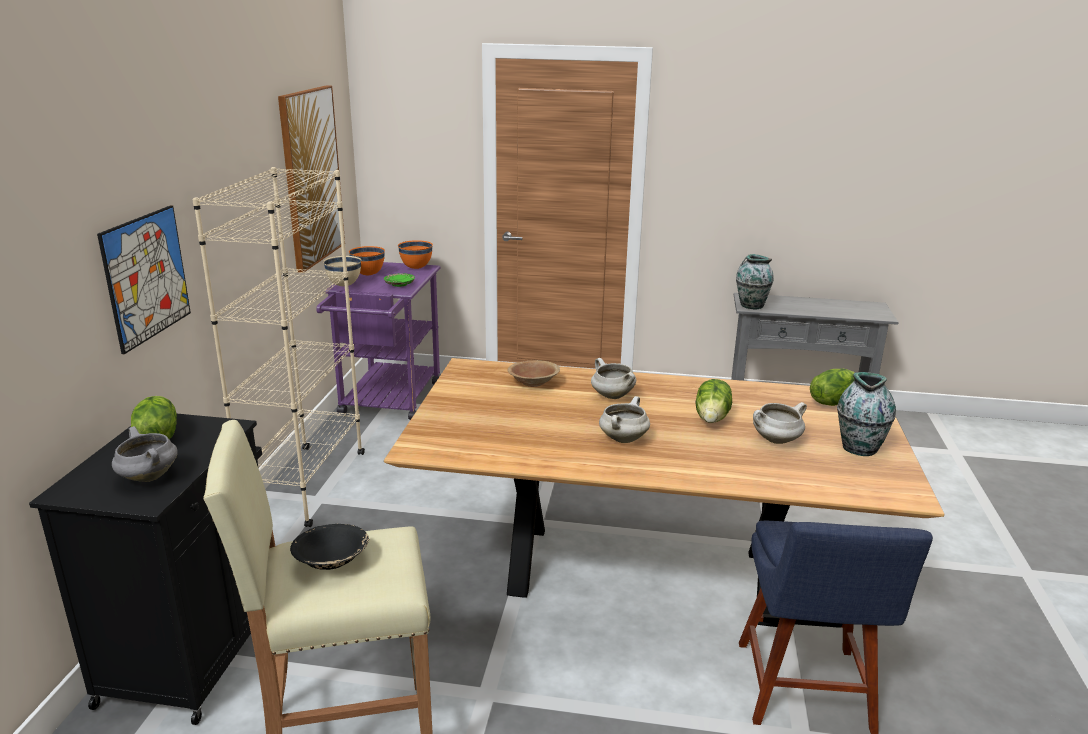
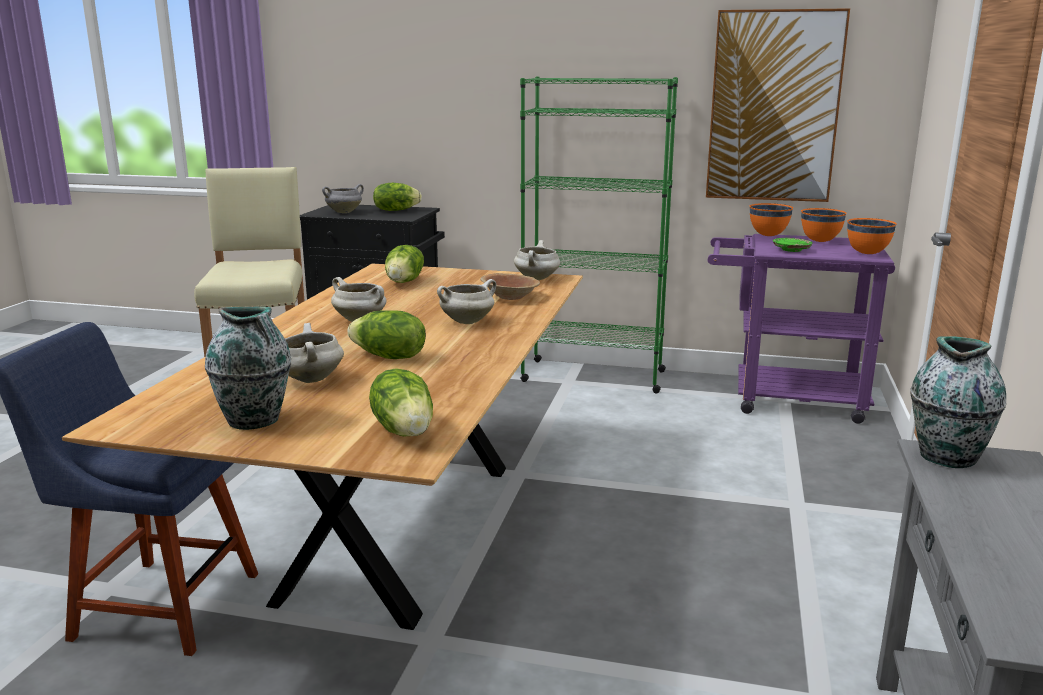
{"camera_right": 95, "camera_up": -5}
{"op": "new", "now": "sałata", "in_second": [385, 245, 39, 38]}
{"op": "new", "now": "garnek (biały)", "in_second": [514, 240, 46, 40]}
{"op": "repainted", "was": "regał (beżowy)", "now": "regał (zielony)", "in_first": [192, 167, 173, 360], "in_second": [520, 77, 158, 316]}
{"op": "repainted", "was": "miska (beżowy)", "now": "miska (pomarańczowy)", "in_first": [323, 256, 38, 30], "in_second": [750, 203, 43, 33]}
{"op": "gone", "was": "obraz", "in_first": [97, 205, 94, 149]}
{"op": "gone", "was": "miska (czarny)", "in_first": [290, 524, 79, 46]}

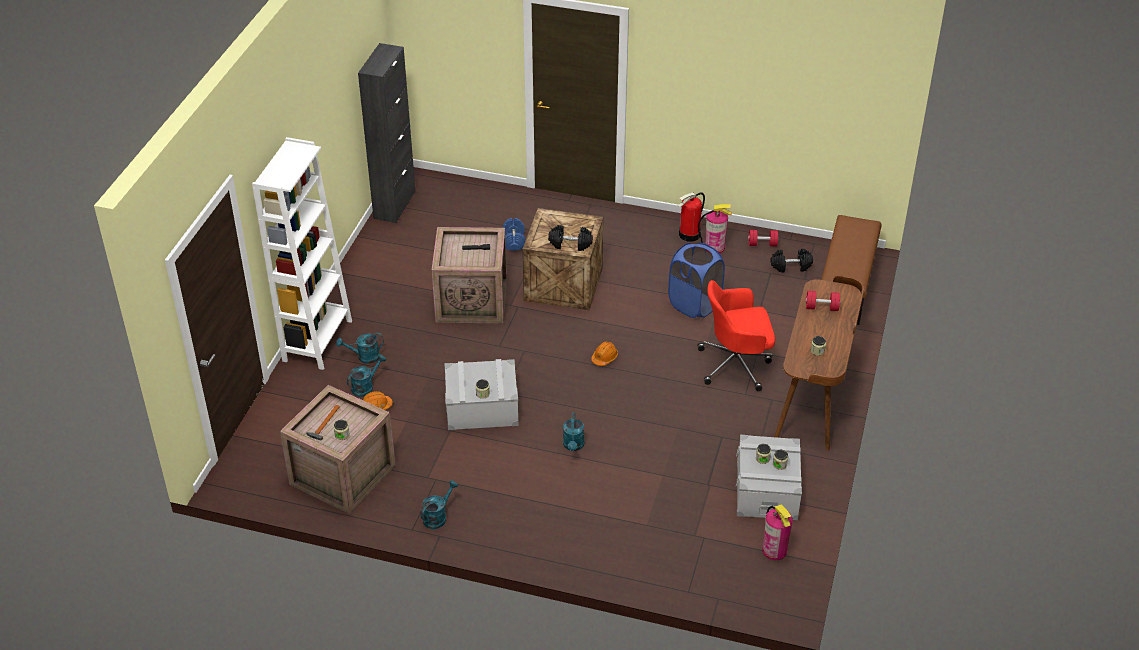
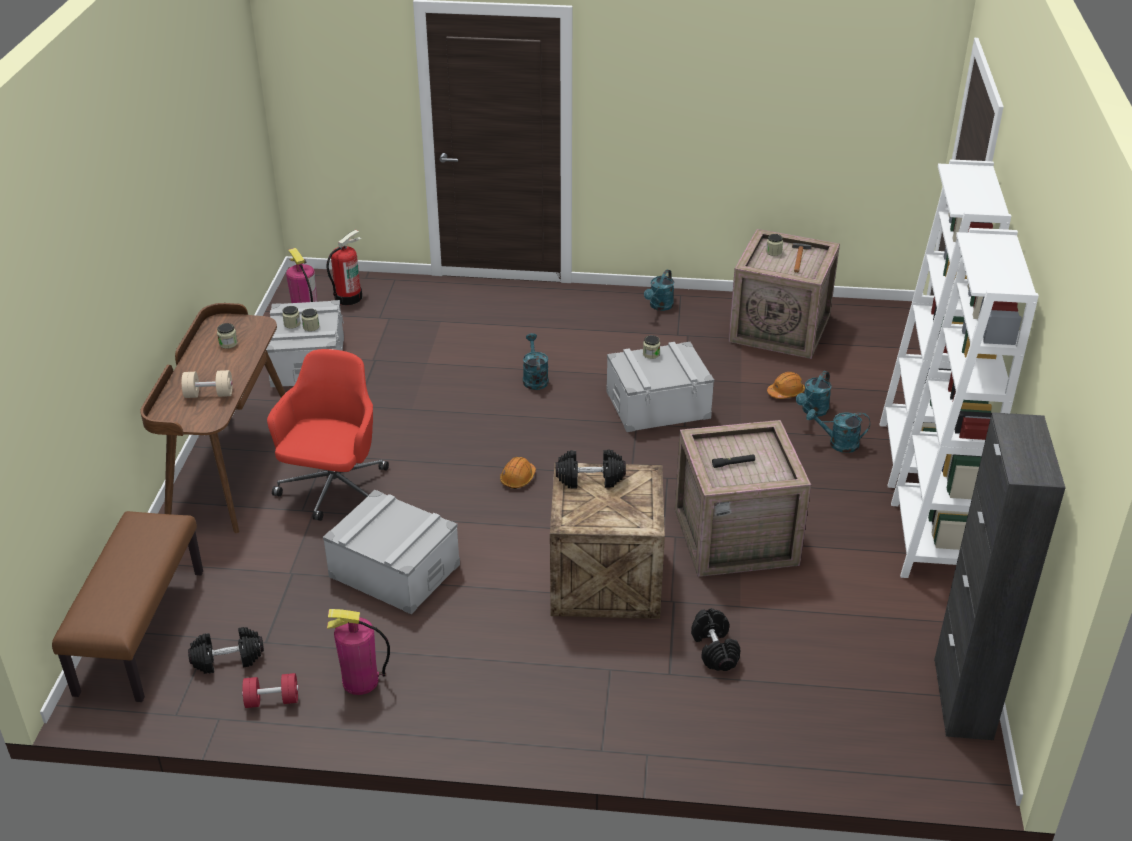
{"camera_right": 170, "camera_up": -5}
{"op": "repainted", "was": "hantel (czerwony)", "now": "hantel (beżowy)", "in_first": [805, 291, 36, 20], "in_second": [182, 370, 50, 28]}
{"op": "rotated", "was": "krzesło biurowe (czerwony)", "in_first": [697, 280, 78, 111], "in_second": [267, 349, 122, 172], "clockwise": -60}
{"op": "swapped", "was": "kosz na pranie (niebieski)", "now": "pojemnik do przechowywania (szary)", "in_first": [668, 243, 57, 75], "in_second": [323, 490, 137, 124]}
{"op": "shifted", "was": "gaśnica", "in_first": [678, 192, 27, 50], "in_second": [327, 230, 35, 75]}
{"op": "repainted", "was": "hantel (niebieski)", "now": "hantel (czarny)", "in_first": [503, 218, 22, 33], "in_second": [691, 608, 49, 63]}
{"op": "rotated", "was": "konewka (turkusowy)", "in_first": [336, 333, 48, 31], "in_second": [806, 409, 64, 44], "clockwise": -150}
{"op": "new", "now": "regał (biały)", "in_second": [891, 228, 148, 350]}

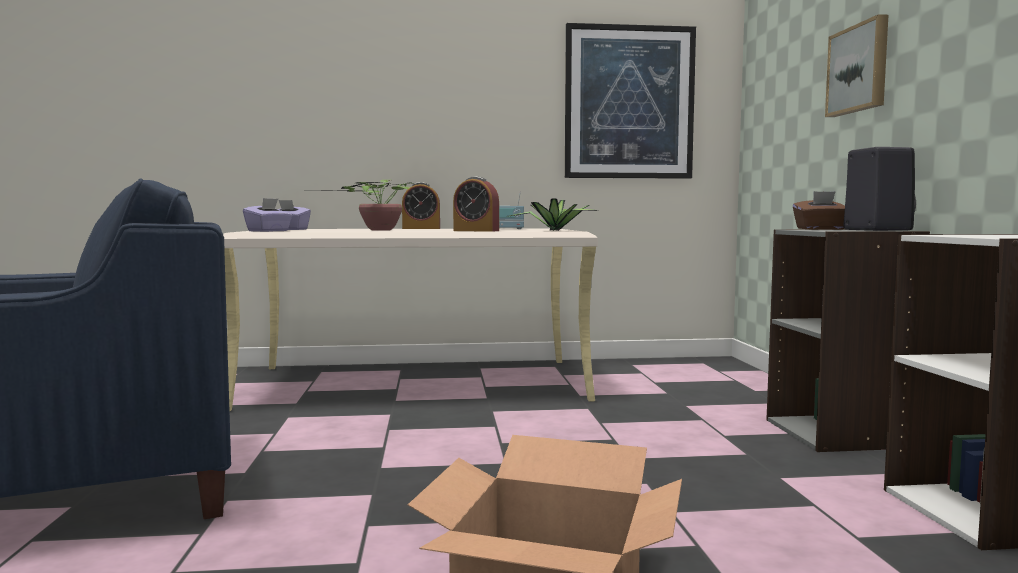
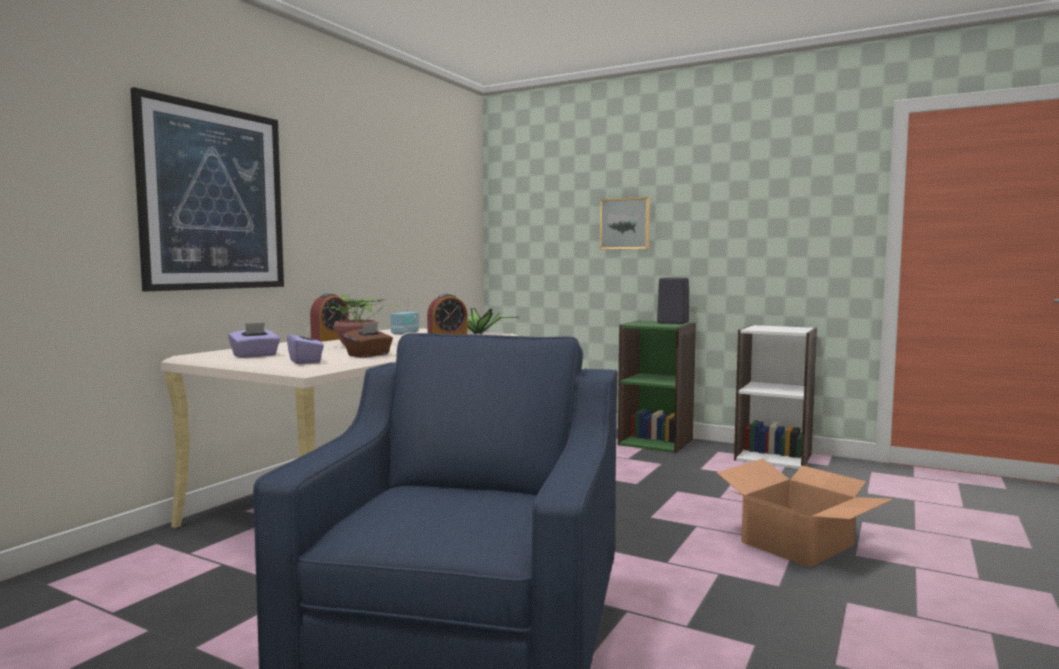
{"camera_right": -55, "camera_up": 0}
{"op": "shifted", "was": "obraz", "in_first": [565, 23, 131, 156], "in_second": [130, 87, 154, 204]}
{"op": "shifted", "was": "pudełko chusteczek (brązowy)", "in_first": [793, 191, 52, 39], "in_second": [343, 322, 50, 36]}
{"op": "repainted", "was": "regał (szary)", "now": "regał (zielony)", "in_first": [766, 229, 164, 223], "in_second": [618, 320, 78, 133]}

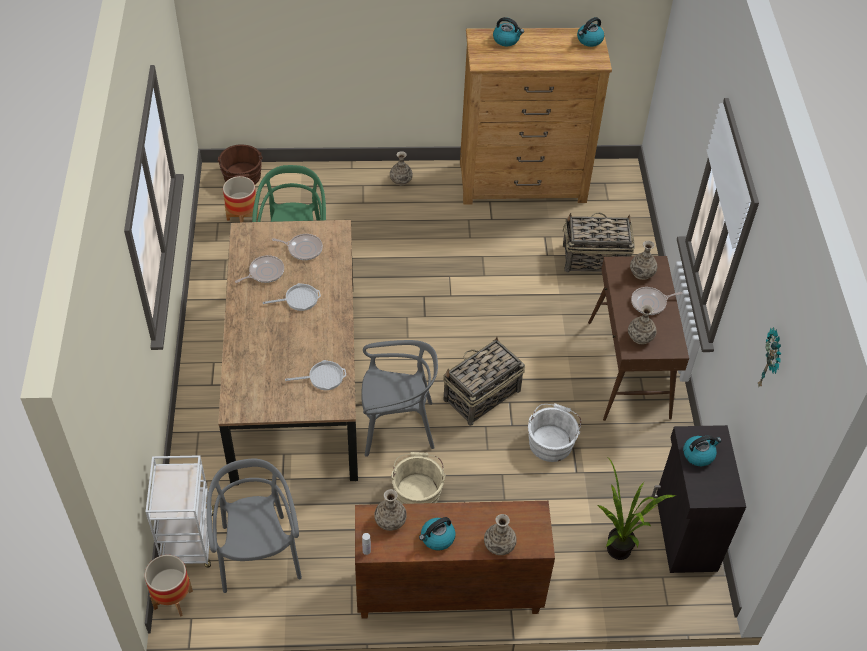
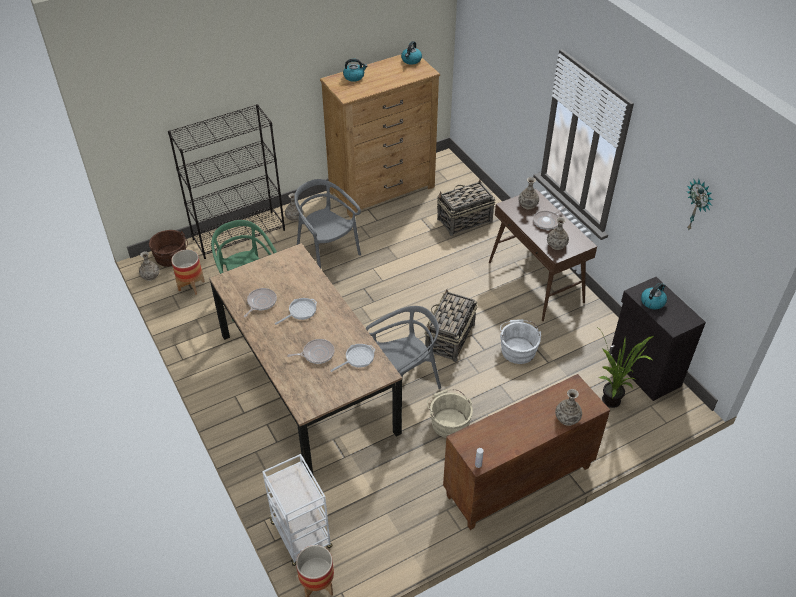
{"camera_right": -25, "camera_up": -5}
{"op": "shifted", "was": "wazon", "in_first": [374, 489, 33, 42], "in_second": [139, 251, 21, 30]}
{"op": "new", "now": "regał (czarny)", "in_second": [168, 104, 117, 155]}
{"op": "shifted", "was": "patelnia", "in_first": [272, 234, 51, 26], "in_second": [287, 339, 48, 25]}
{"op": "shifted", "was": "krzesło (szary)", "in_first": [207, 459, 95, 134], "in_second": [294, 179, 67, 89]}
{"op": "gone", "was": "czajnik", "in_first": [419, 517, 37, 34]}

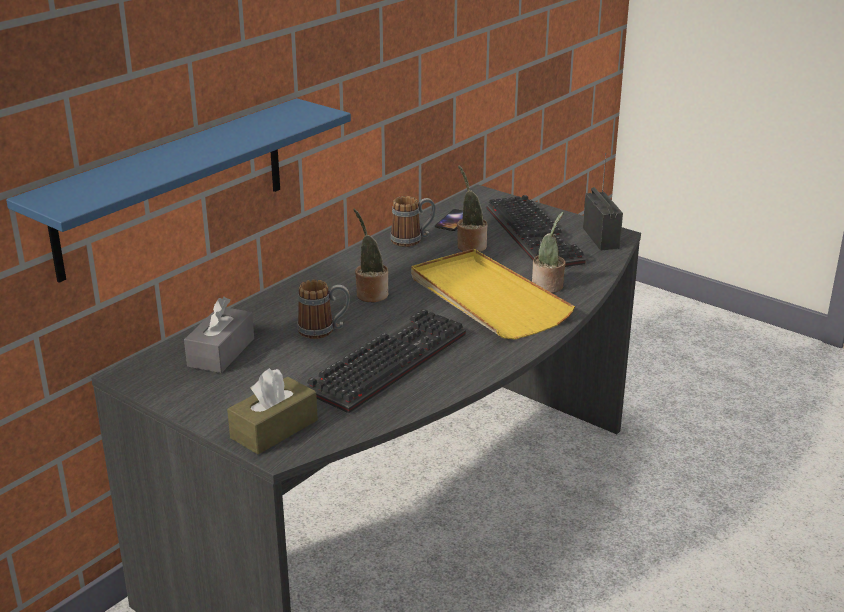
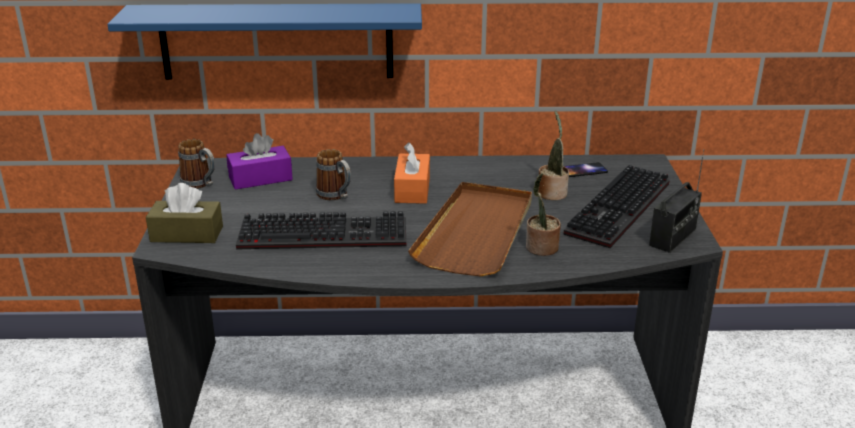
{"camera_right": 50, "camera_up": 0}
{"op": "shifted", "was": "kubek", "in_first": [390, 196, 46, 51], "in_second": [178, 139, 37, 50]}
{"op": "repainted", "was": "pudełko chusteczek (szary)", "now": "pudełko chusteczek (fioletowy)", "in_first": [184, 297, 70, 76], "in_second": [226, 133, 67, 57]}
{"op": "swapped", "was": "roślina doniczkowa", "now": "pudełko chusteczek (pomarańczowy)", "in_first": [353, 209, 36, 93], "in_second": [394, 142, 36, 62]}
{"op": "repainted", "was": "taca (żółty)", "now": "taca (brązowy)", "in_first": [411, 249, 164, 91], "in_second": [408, 182, 124, 95]}

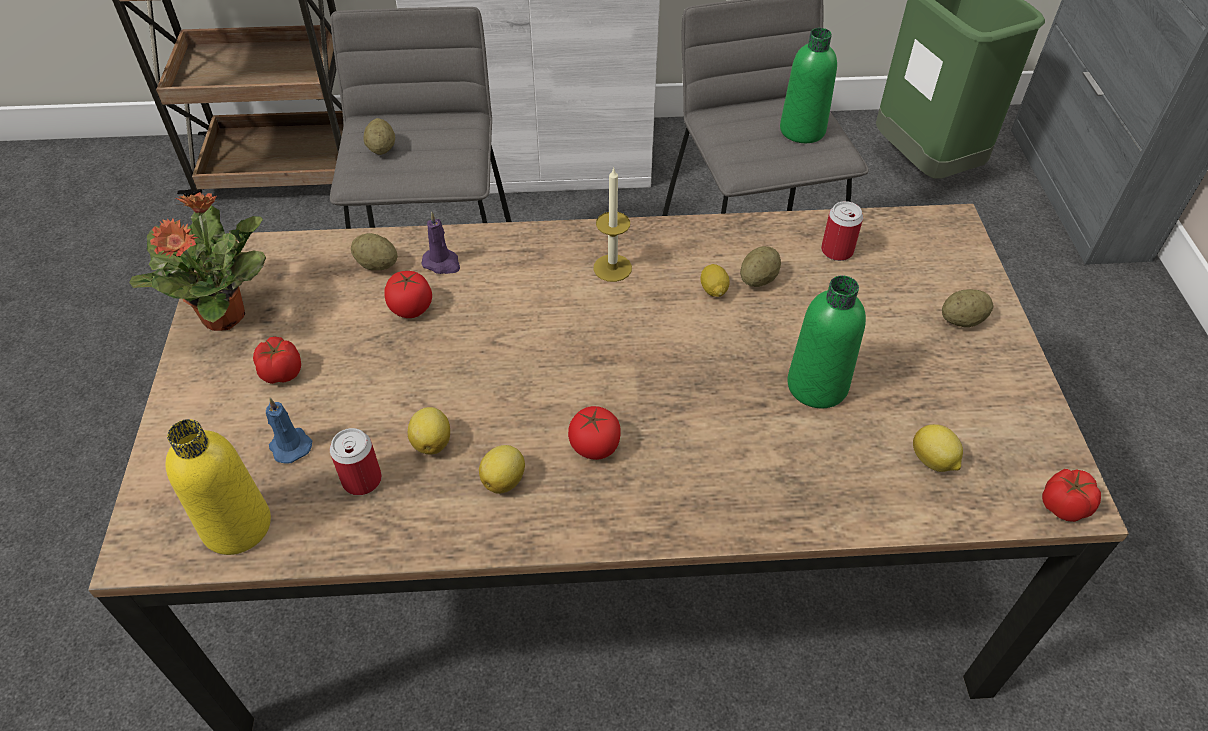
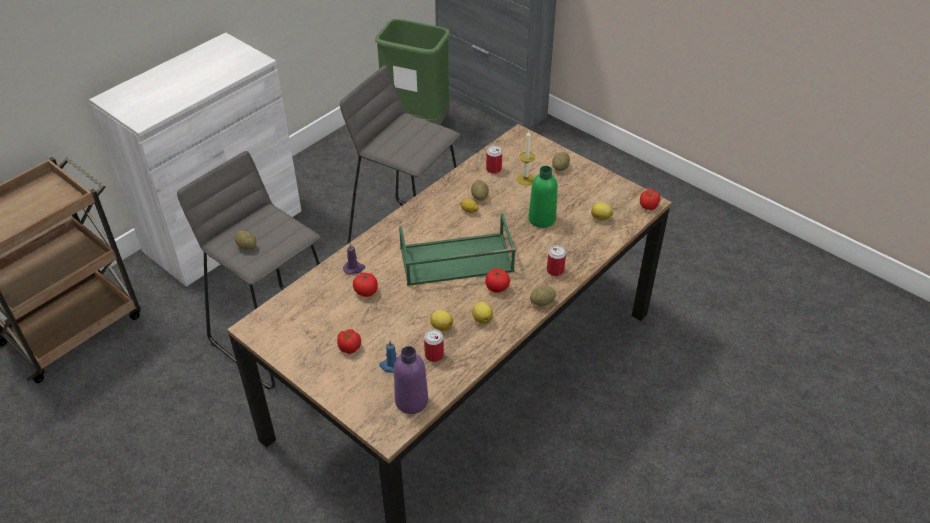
{"camera_right": -45, "camera_up": -5}
{"op": "repainted", "was": "butelka (żółty)", "now": "butelka (fioletowy)", "in_first": [166, 419, 105, 136], "in_second": [394, 346, 34, 68]}
{"op": "new", "now": "taca (zielony)", "in_second": [399, 213, 117, 73]}
{"op": "shifted", "was": "świeca", "in_first": [593, 167, 39, 115], "in_second": [517, 131, 18, 54]}
{"op": "shifted", "was": "ziemniak", "in_first": [351, 233, 47, 37], "in_second": [530, 286, 26, 20]}
{"op": "new", "now": "puszka", "in_second": [547, 245, 19, 31]}
{"op": "gone", "was": "roślina doniczkowa", "in_first": [129, 192, 137, 139]}
{"op": "gone", "was": "butelka (zielony)", "in_first": [780, 28, 57, 115]}

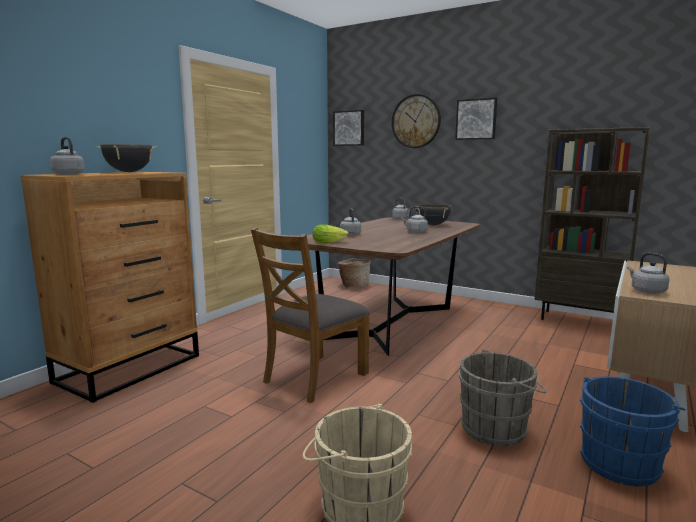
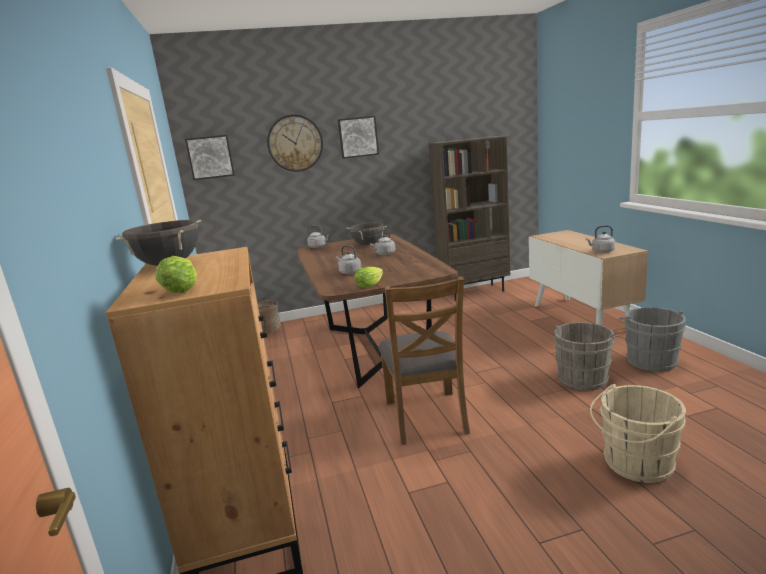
{"camera_right": -45, "camera_up": 5}
{"op": "swapped", "was": "czajnik (szary)", "now": "sałata", "in_first": [50, 137, 35, 38], "in_second": [156, 256, 41, 37]}
{"op": "repainted", "was": "wiadro (niebieski)", "now": "wiadro (szary)", "in_first": [580, 376, 106, 110], "in_second": [618, 307, 68, 65]}

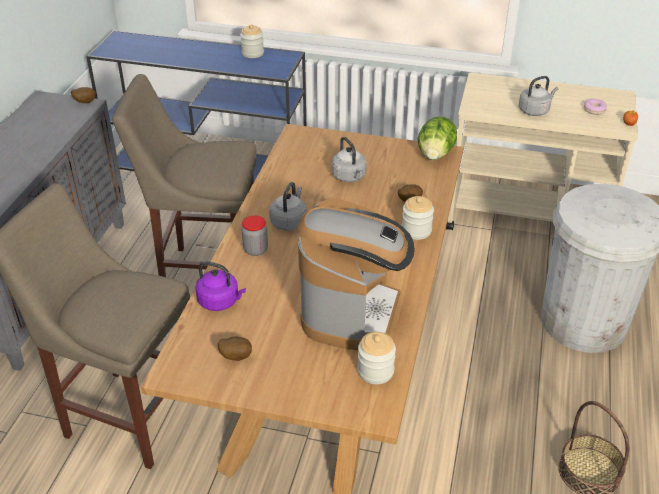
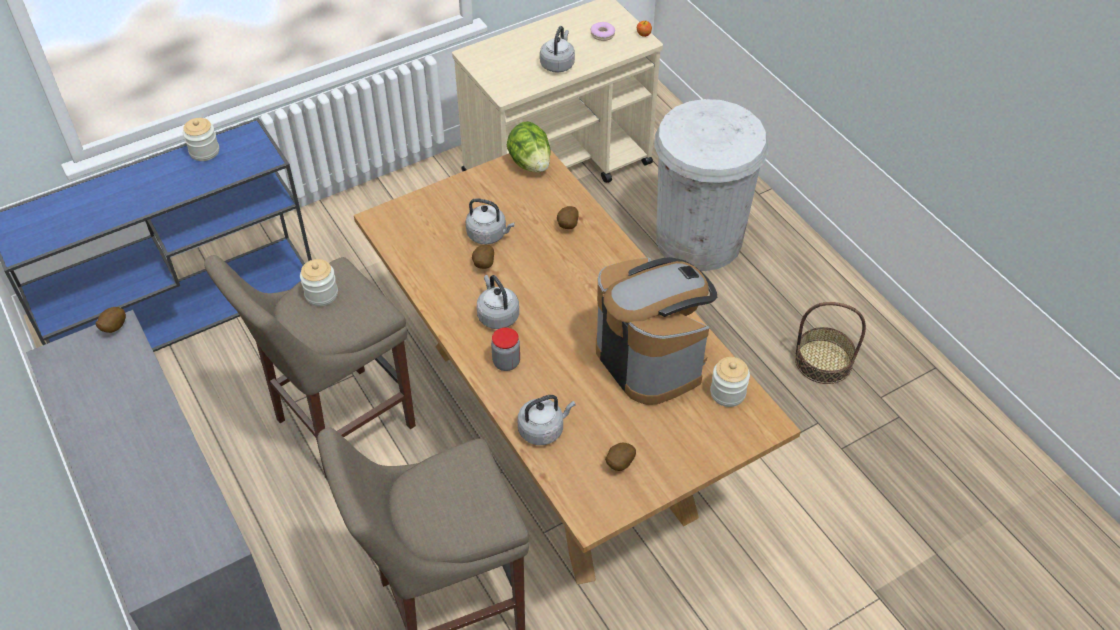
{"camera_right": -45, "camera_up": 10}
{"op": "shifted", "was": "słoik", "in_first": [402, 196, 32, 44], "in_second": [300, 259, 38, 47]}
{"op": "new", "now": "ziemniak", "in_second": [472, 245, 22, 24]}
{"op": "repainted", "was": "czajnik (fioletowy)", "now": "czajnik (szary)", "in_first": [196, 261, 50, 50], "in_second": [518, 395, 58, 50]}

